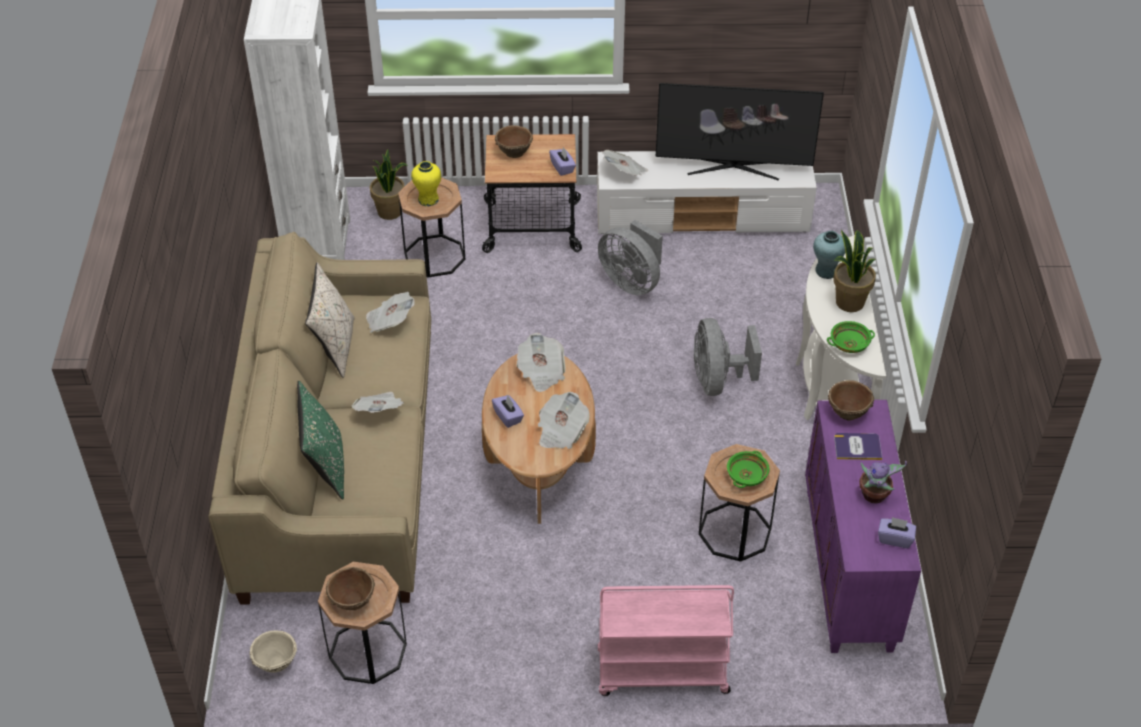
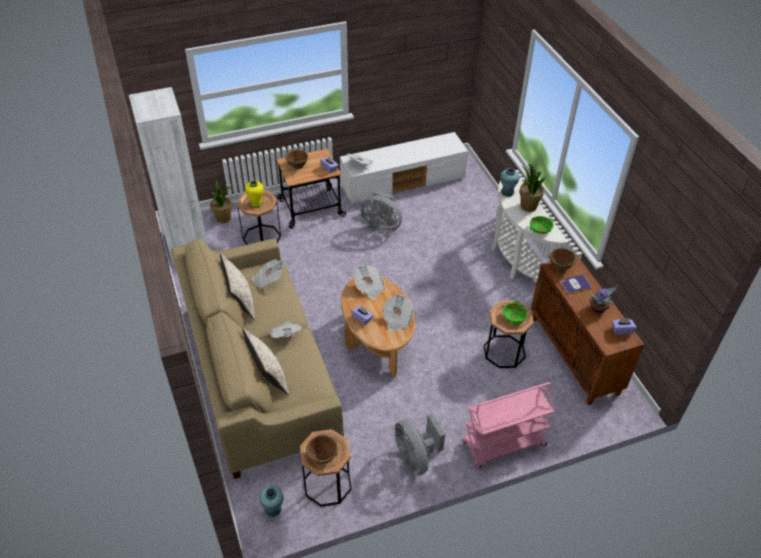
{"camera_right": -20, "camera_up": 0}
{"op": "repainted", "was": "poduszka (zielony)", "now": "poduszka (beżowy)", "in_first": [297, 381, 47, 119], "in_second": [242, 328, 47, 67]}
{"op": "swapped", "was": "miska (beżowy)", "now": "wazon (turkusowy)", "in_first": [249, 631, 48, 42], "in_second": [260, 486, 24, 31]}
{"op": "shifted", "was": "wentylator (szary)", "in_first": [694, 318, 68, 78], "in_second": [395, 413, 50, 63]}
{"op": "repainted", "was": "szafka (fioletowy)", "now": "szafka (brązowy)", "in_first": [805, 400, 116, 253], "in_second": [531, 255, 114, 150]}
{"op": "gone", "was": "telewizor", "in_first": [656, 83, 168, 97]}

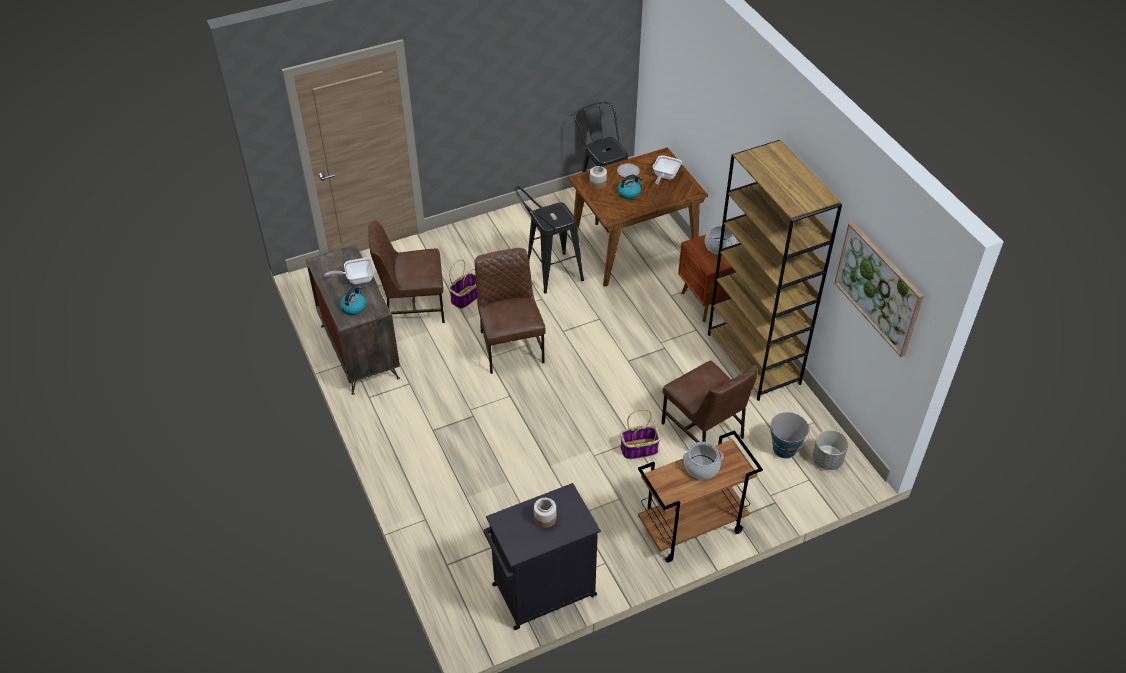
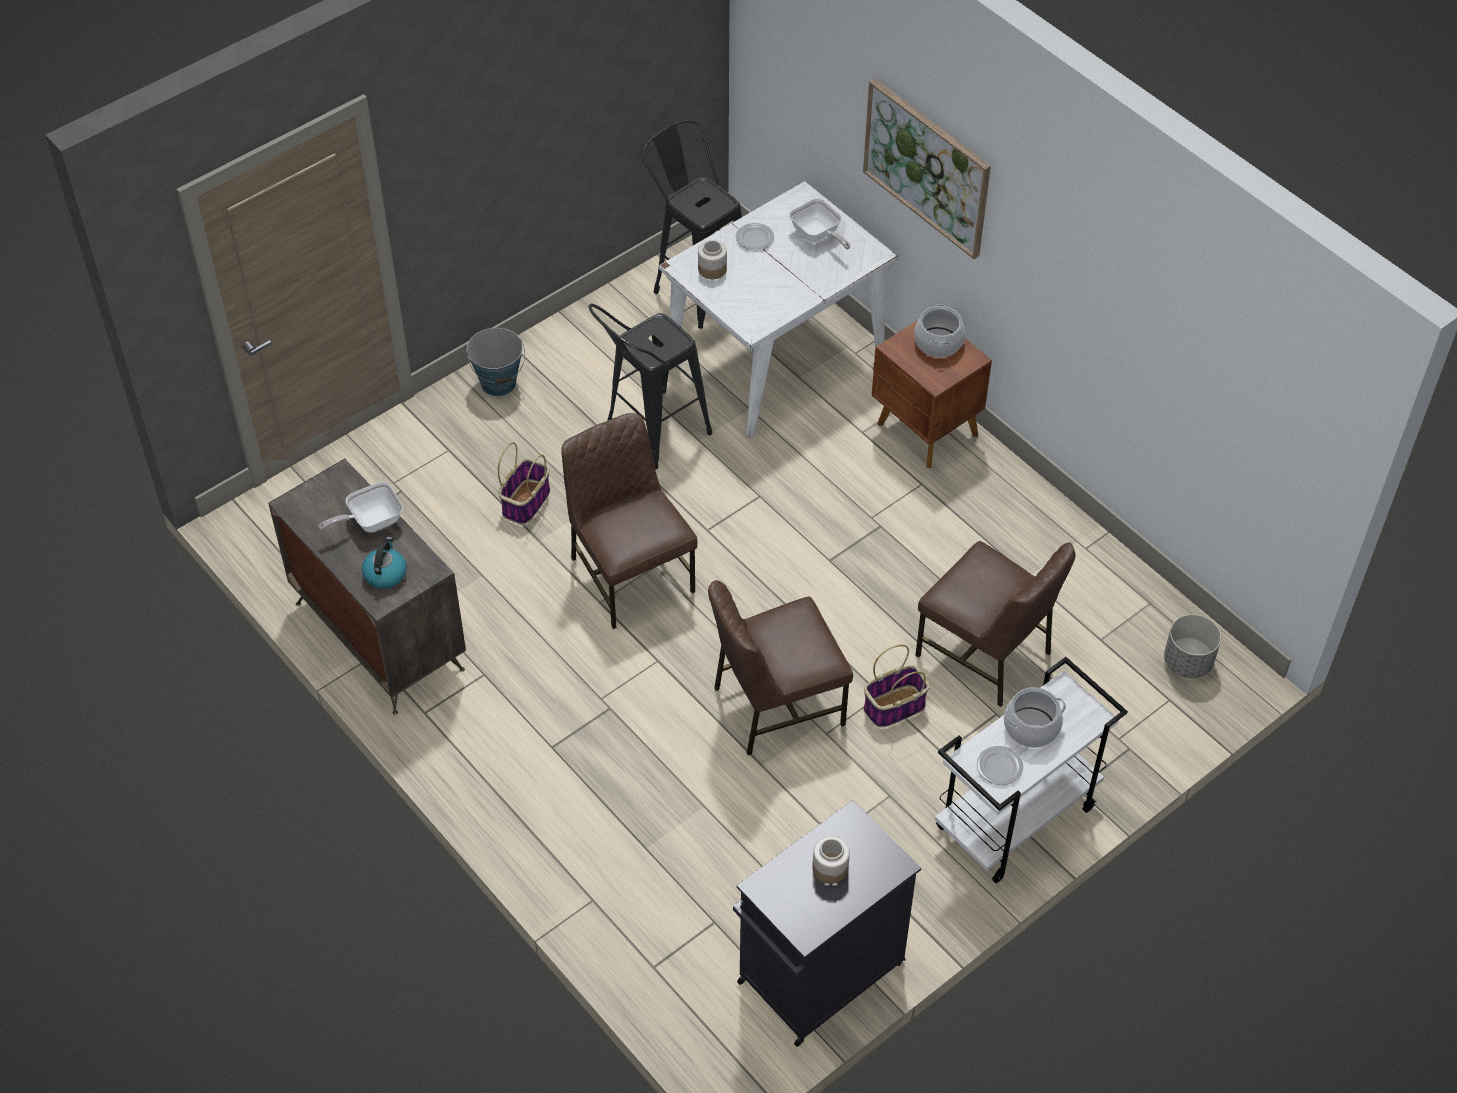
{"camera_right": -15, "camera_up": 5}
{"op": "shifted", "was": "wiadro", "in_first": [770, 412, 40, 46], "in_second": [467, 328, 58, 68]}
{"op": "repainted", "was": "stół jadalny (brązowy)", "now": "stół jadalny (biały)", "in_first": [569, 147, 139, 140], "in_second": [659, 181, 239, 256]}
{"op": "shifted", "was": "krzesło (brązowy)", "in_first": [368, 220, 77, 103], "in_second": [708, 580, 145, 175]}
{"op": "rotated", "was": "patelnia", "in_first": [653, 155, 29, 30], "in_second": [789, 198, 61, 51], "clockwise": -45}
{"op": "shifted", "was": "obraz", "in_first": [834, 222, 90, 135], "in_second": [863, 78, 128, 181]}
{"op": "repainted", "was": "wózek (brązowy)", "now": "wózek (biały)", "in_first": [638, 430, 125, 133], "in_second": [935, 657, 193, 226]}
{"op": "new", "now": "talerz", "in_second": [977, 746, 46, 39]}
{"op": "gone", "was": "czajnik", "in_first": [617, 175, 26, 24]}
{"op": "gone", "was": "regał (brązowy)", "in_first": [708, 140, 134, 261]}

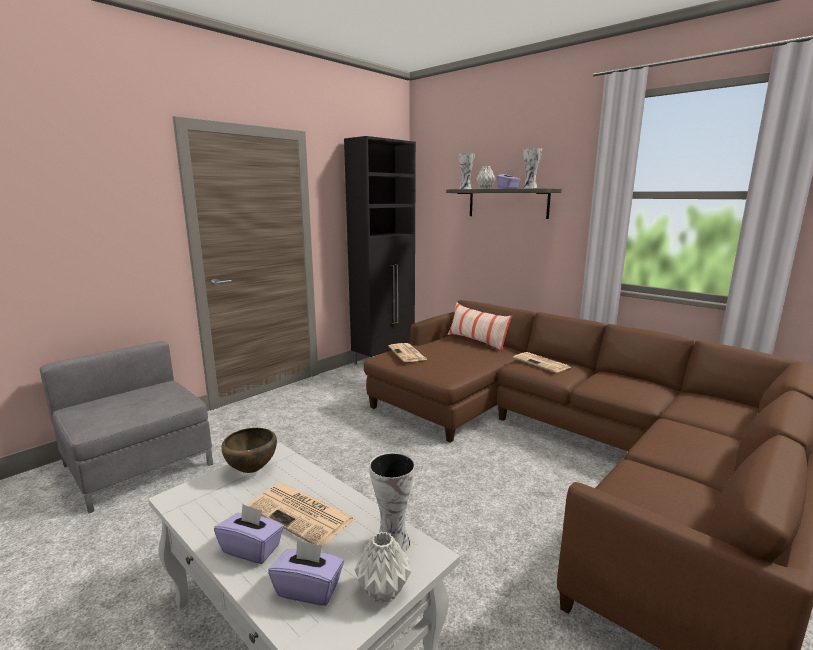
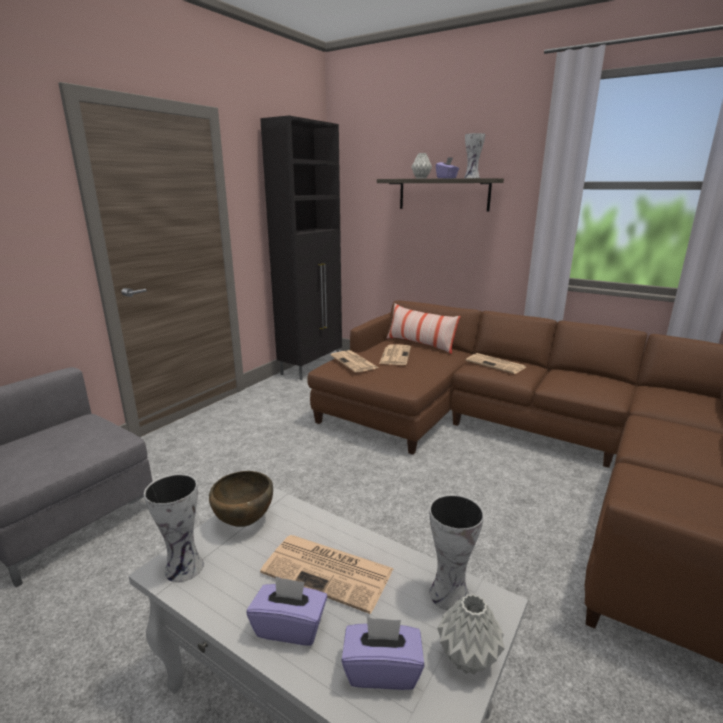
{"camera_right": -10, "camera_up": 5}
{"op": "shifted", "was": "wazon", "in_first": [458, 153, 17, 36], "in_second": [144, 474, 60, 108]}
{"op": "new", "now": "gazeta", "in_second": [379, 344, 32, 21]}

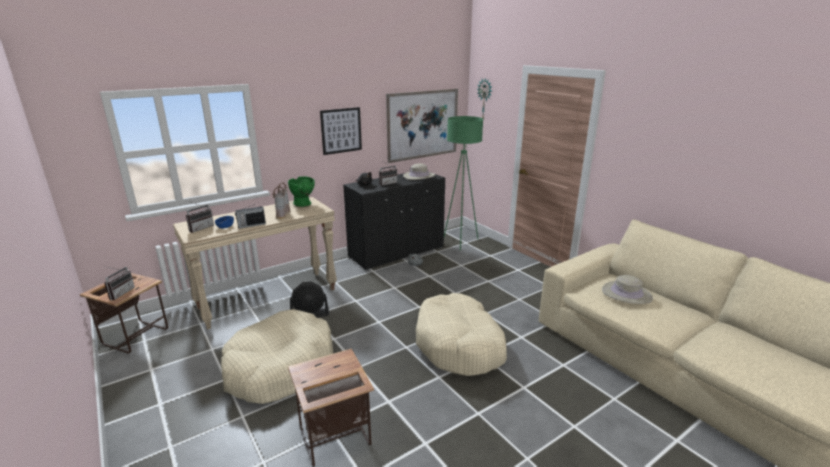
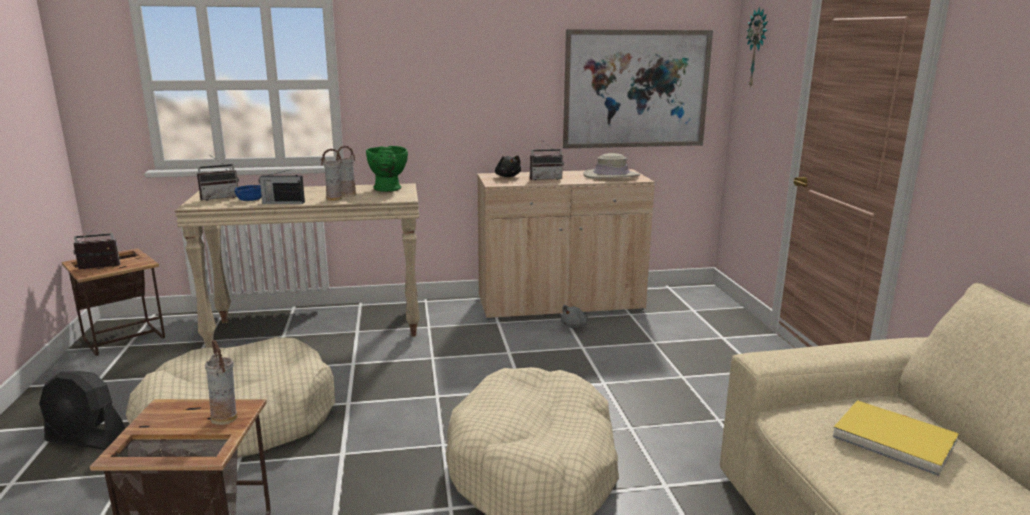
{"camera_right": 25, "camera_up": -5}
{"op": "shifted", "was": "wentylator (czarny)", "in_first": [290, 281, 39, 36], "in_second": [39, 371, 86, 79]}
{"op": "rotated", "was": "radio", "in_first": [104, 267, 31, 33], "in_second": [73, 229, 47, 41], "clockwise": -150}
{"op": "new", "now": "wazon", "in_second": [205, 340, 33, 85]}
{"op": "repainted", "was": "szafka (czarny)", "now": "szafka (beżowy)", "in_first": [343, 172, 102, 99], "in_second": [477, 169, 178, 151]}
{"op": "swapped", "was": "kapelusz (beżowy)", "now": "książka (żółty)", "in_first": [602, 275, 51, 29], "in_second": [833, 400, 126, 76]}
{"op": "gone", "was": "obraz", "in_first": [320, 107, 42, 48]}
{"op": "gone", "was": "lampa stojąca (zielony)", "in_first": [444, 116, 39, 134]}

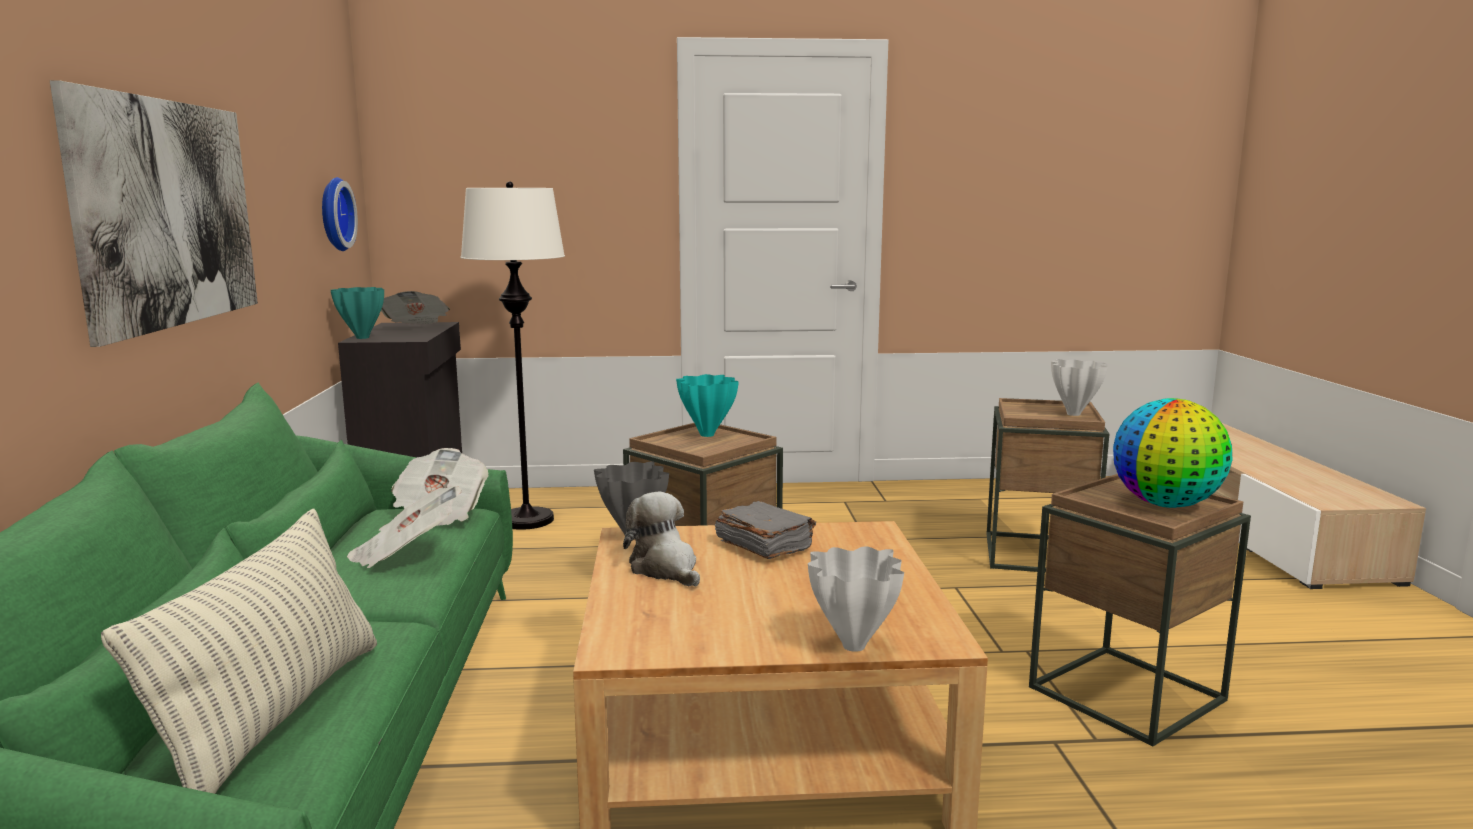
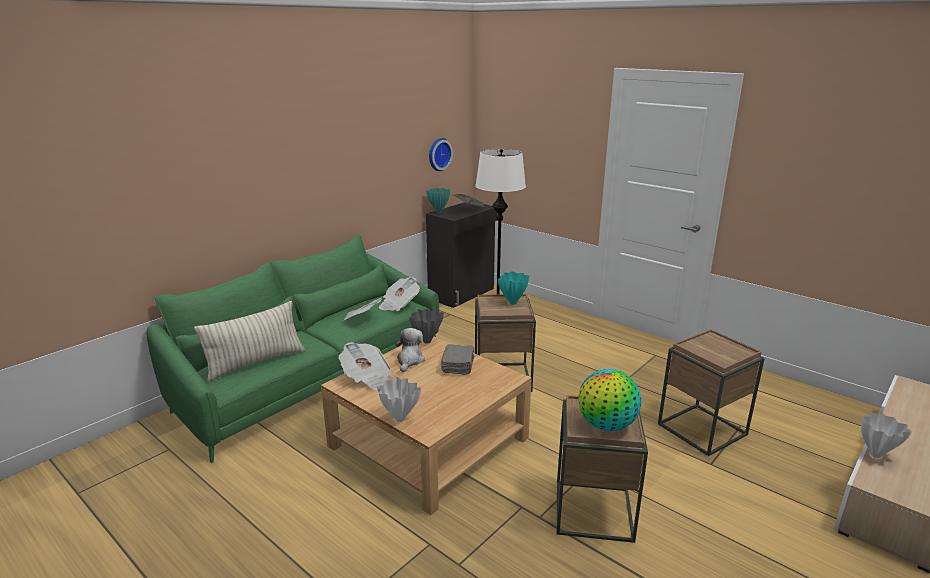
{"camera_right": 45, "camera_up": 10}
{"op": "new", "now": "gazeta", "in_second": [339, 342, 54, 48]}
{"op": "shifted", "was": "wazon (biały)", "in_first": [1051, 359, 57, 57], "in_second": [861, 412, 51, 46]}
{"op": "gone", "was": "obraz", "in_first": [50, 80, 208, 267]}

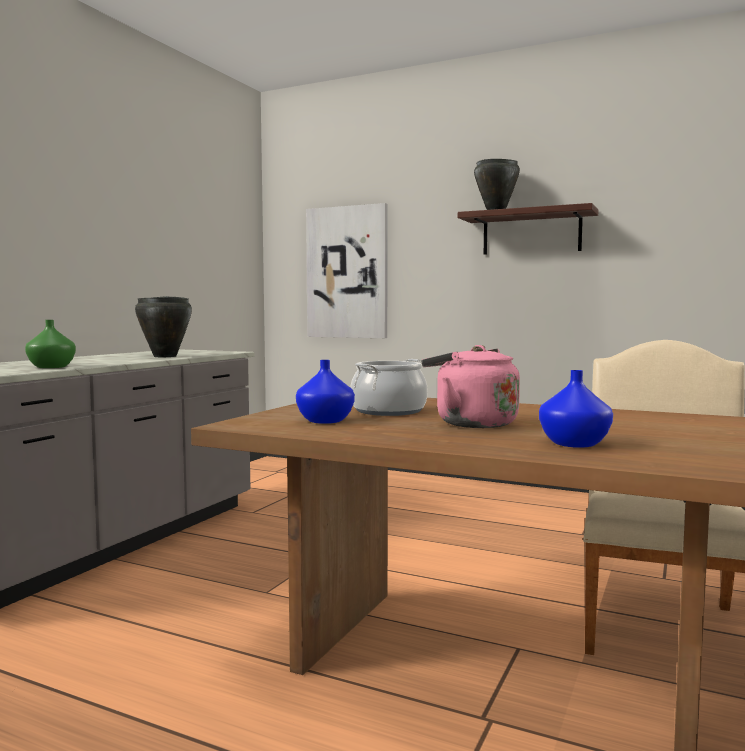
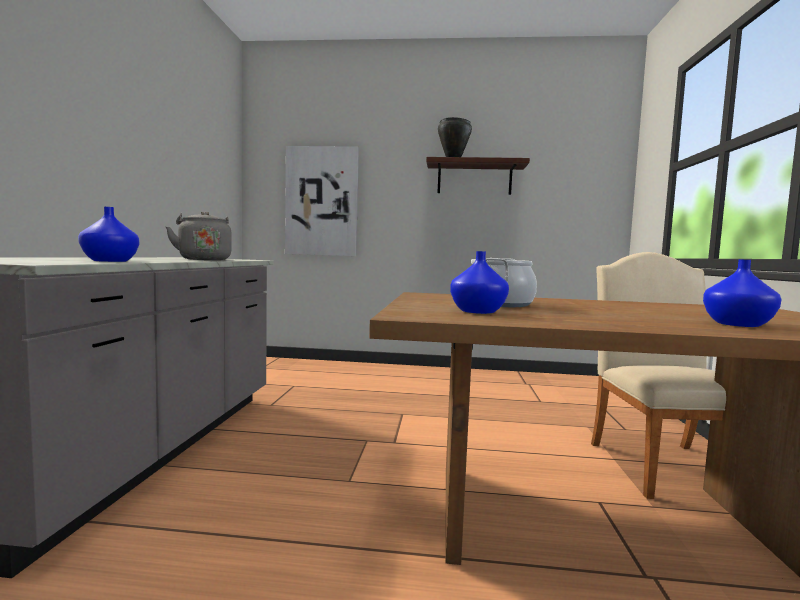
{"camera_right": -20, "camera_up": 0}
{"op": "repainted", "was": "wazon (zielony)", "now": "wazon (niebieski)", "in_first": [25, 320, 51, 48], "in_second": [78, 207, 61, 55]}
{"op": "swapped", "was": "garnek (czarny)", "now": "czajnik (szary)", "in_first": [135, 296, 57, 61], "in_second": [166, 211, 66, 49]}
{"op": "gone", "was": "czajnik (różowy)", "in_first": [422, 345, 98, 83]}

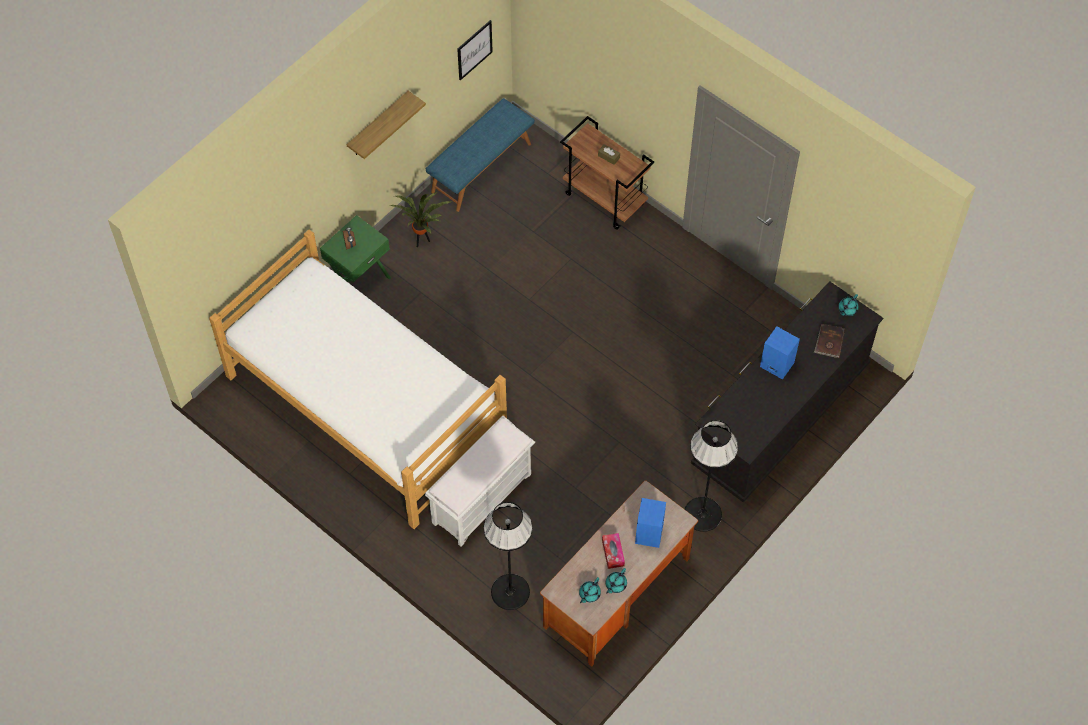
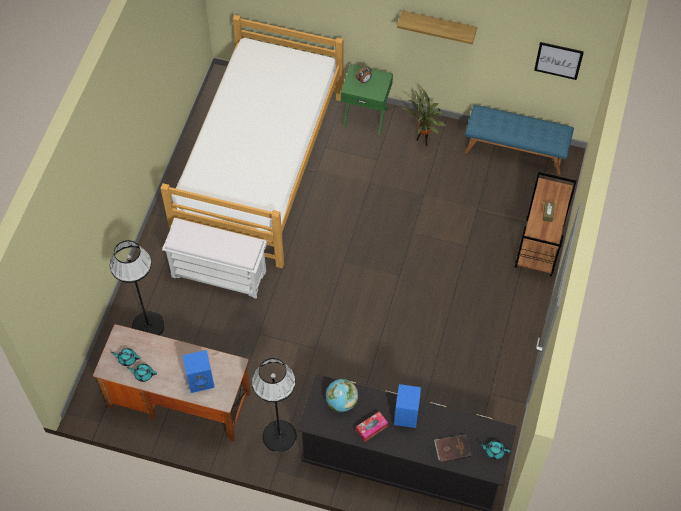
{"camera_right": 65, "camera_up": 0}
{"op": "new", "now": "globus", "in_second": [326, 379, 32, 33]}
{"op": "shifted", "was": "pudełko chusteczek", "in_first": [602, 533, 23, 36], "in_second": [356, 412, 32, 30]}

